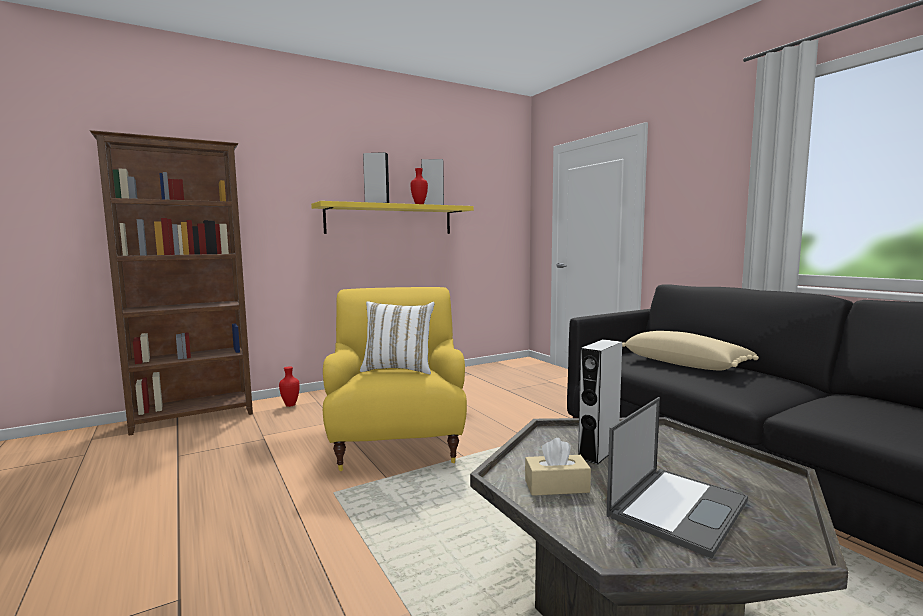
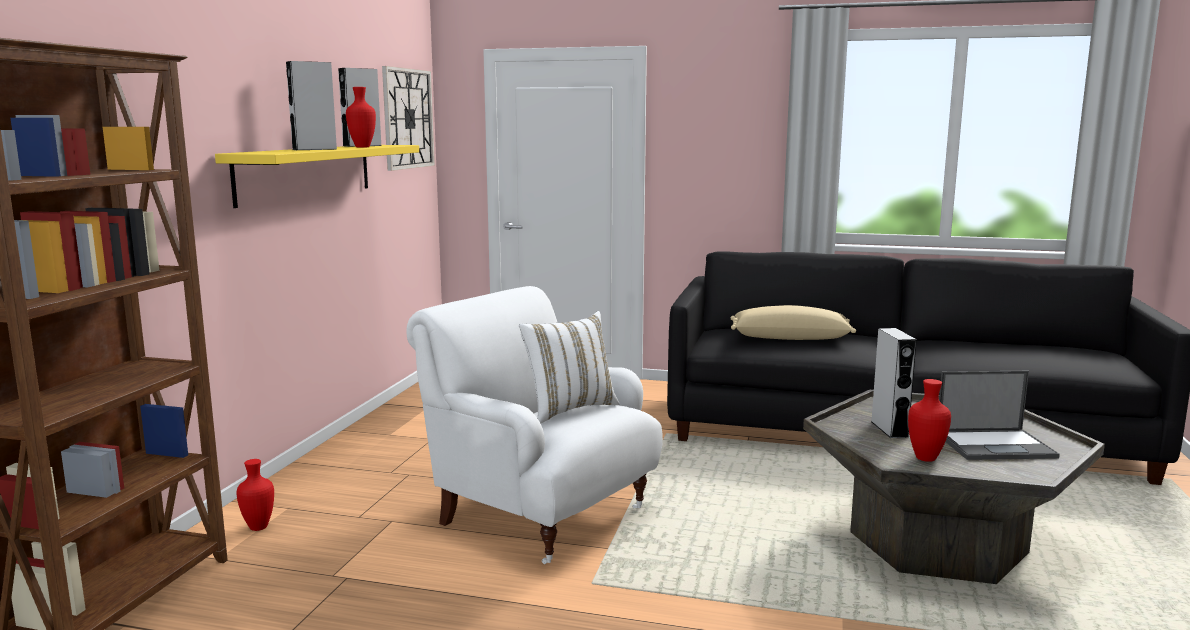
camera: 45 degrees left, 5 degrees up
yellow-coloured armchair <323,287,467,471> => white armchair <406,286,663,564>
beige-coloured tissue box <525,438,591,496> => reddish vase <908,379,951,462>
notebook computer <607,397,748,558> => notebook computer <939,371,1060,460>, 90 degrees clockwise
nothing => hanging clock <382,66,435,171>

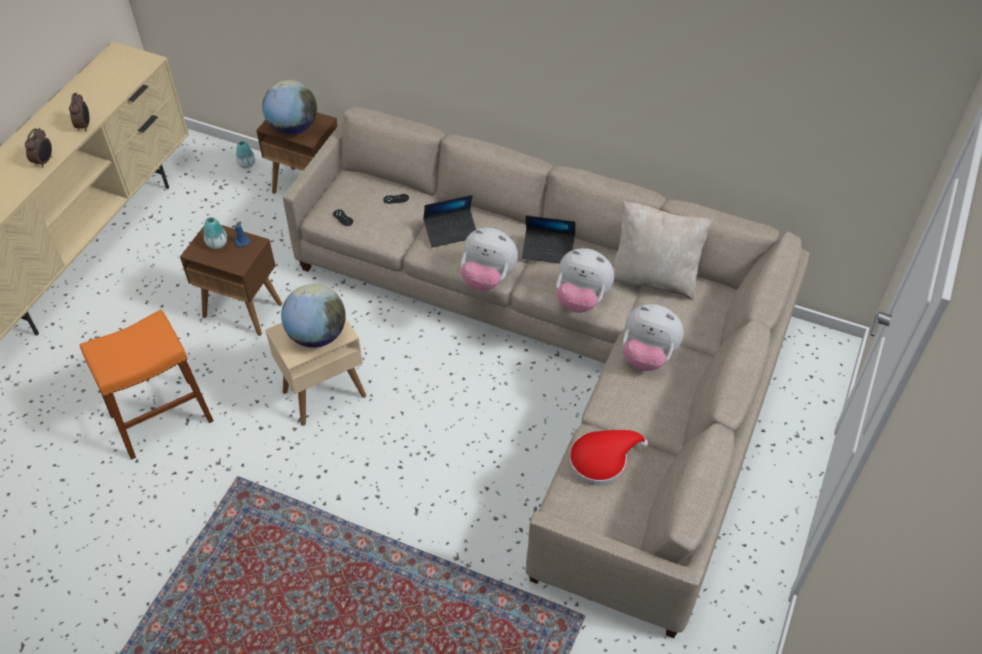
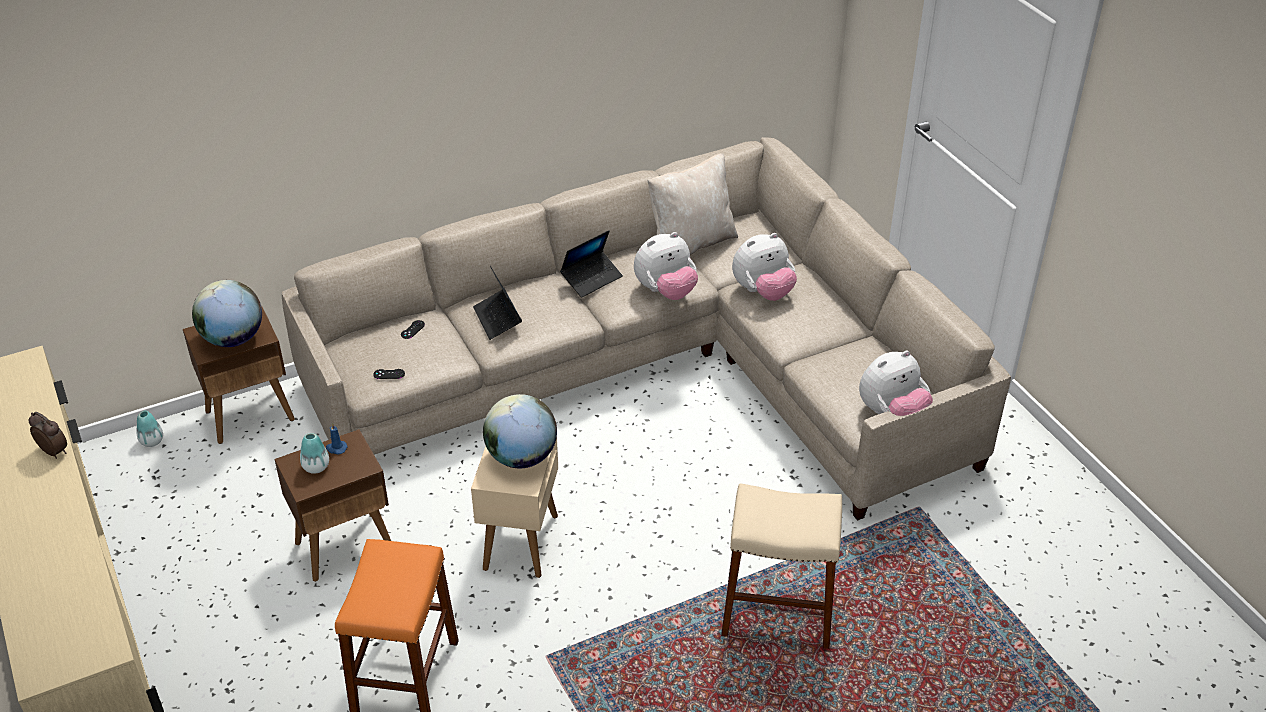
camera: 50 degrees left, 10 degrees down
alarm clock <25,128,52,168> => nothing
notebook computer <423,195,476,248> => notebook computer <473,266,522,340>, 135 degrees clockwise
plush toy <461,228,518,291> => plush toy <859,350,933,416>, relocated
reddish hat <569,430,648,486> => nothing
nothing => beige-coloured sitting stool <721,483,842,649>

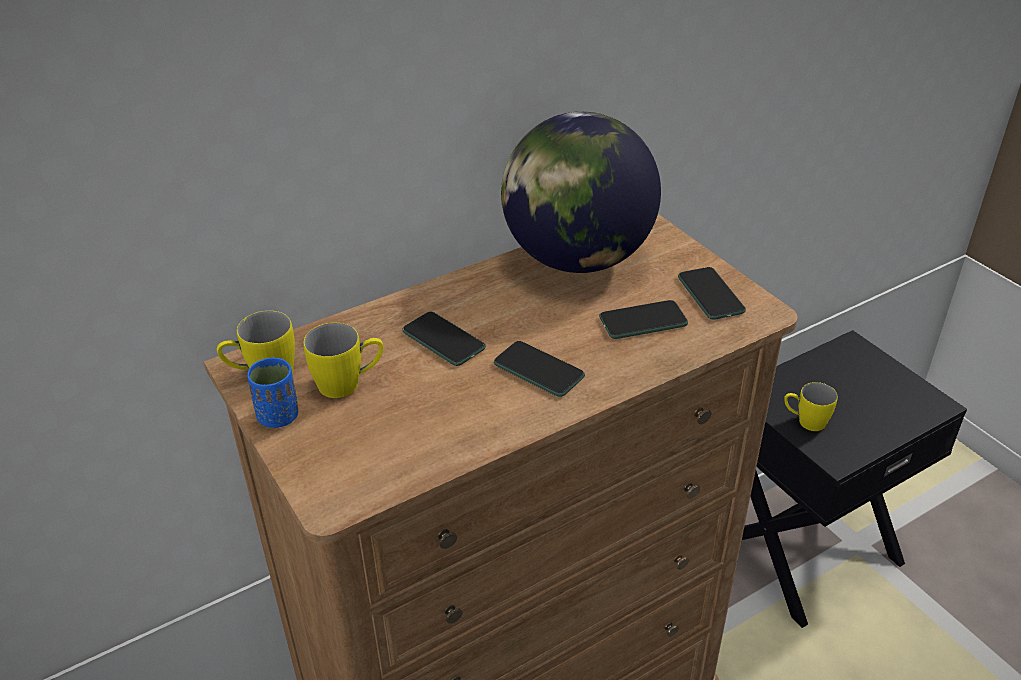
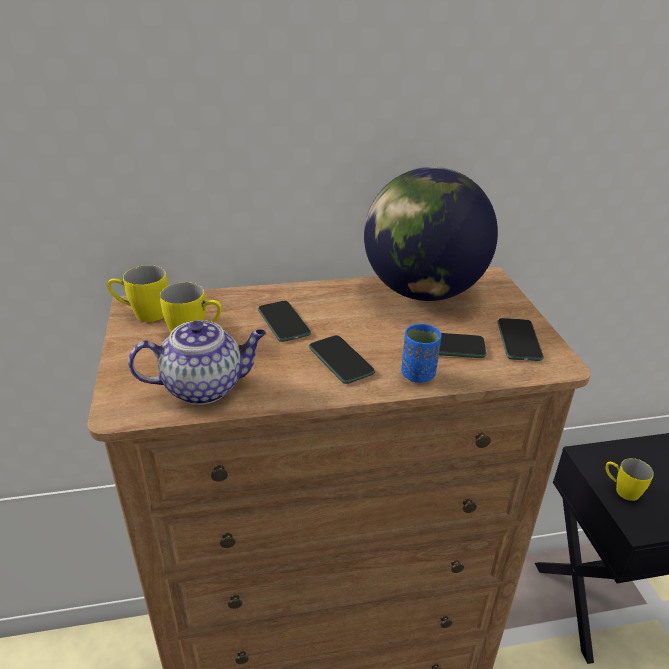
camera: 20 degrees right, 5 degrees down
blue small cup <247,358,298,428> => blue small cup <401,324,442,383>, relocated
nothing => pot for tea <128,320,266,405>

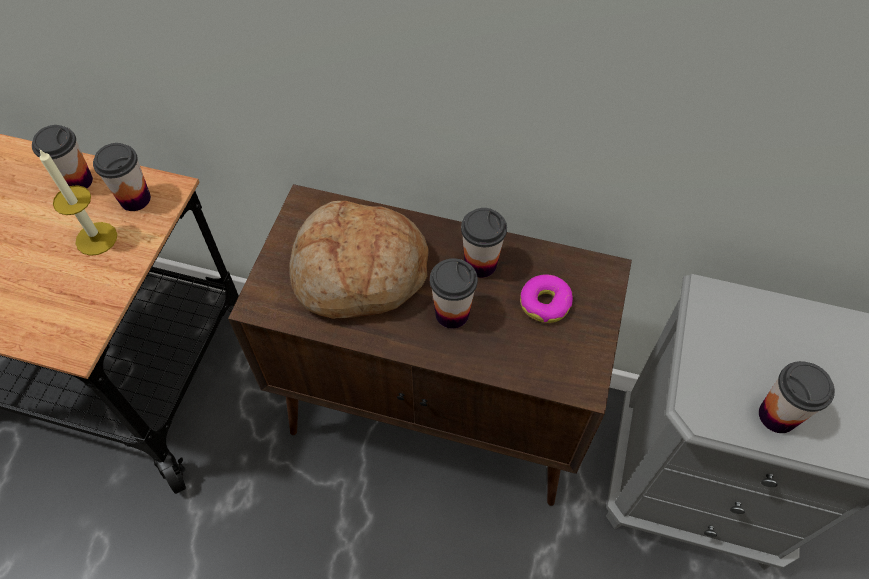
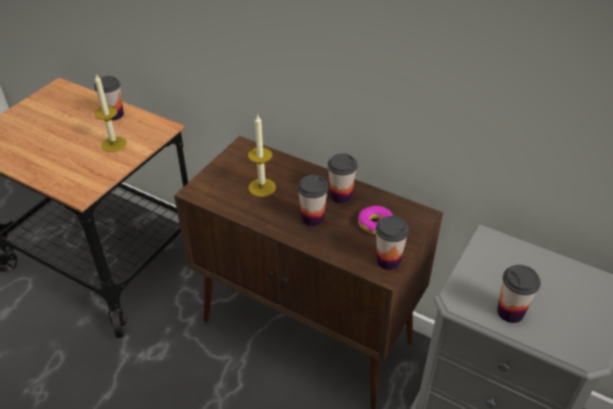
camera: 15 degrees right, 15 degrees down
small cup <93,143,151,211> => small cup <376,216,409,270>, relocated
bread <290,201,428,319> => wax candle <248,115,276,197>

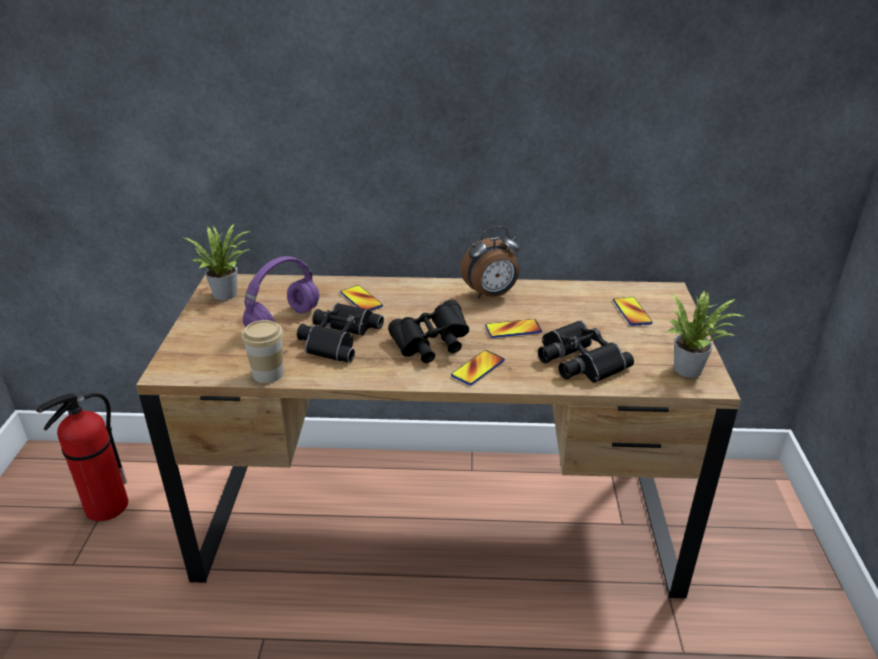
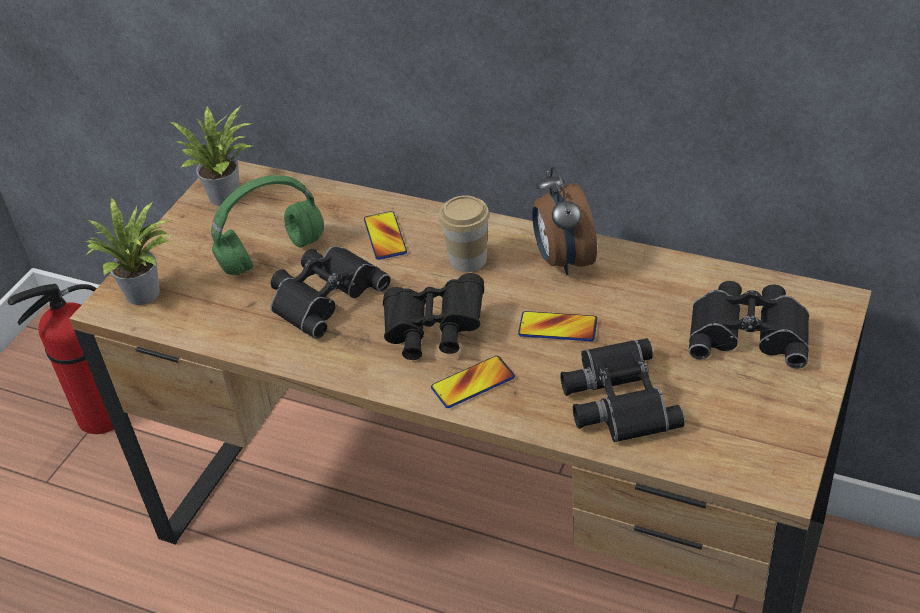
camera: 25 degrees right, 10 degrees up
small cup <241,320,284,383> => small cup <439,195,490,272>, relocated
purple-coloured headphones <243,256,319,327> => green headphones <211,175,324,275>
alarm clock <460,226,519,299> => alarm clock <532,166,597,275>, 75 degrees clockwise
telephone <613,297,653,326> => black pair of binoculars <689,281,809,369>
potted plant <667,290,746,378> => potted plant <85,198,173,305>, relocated

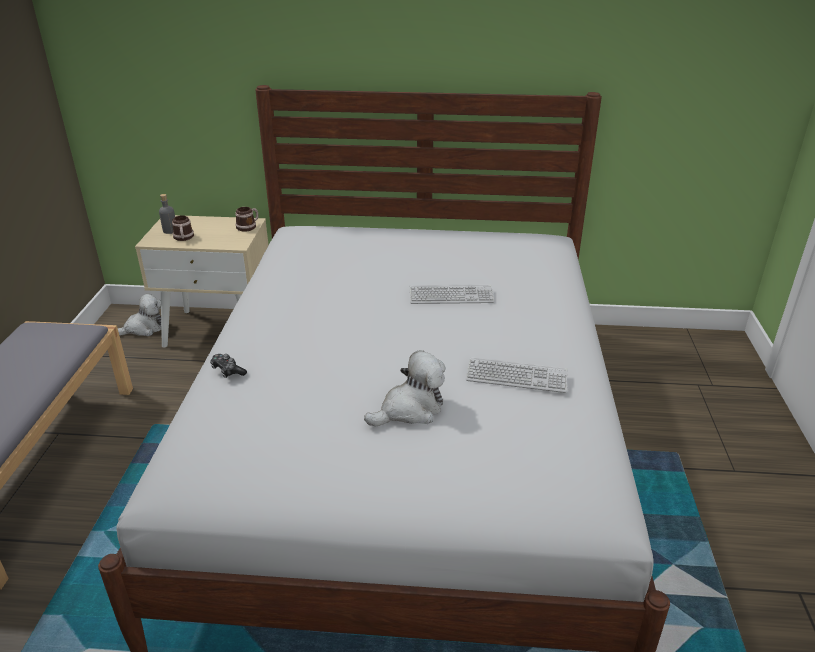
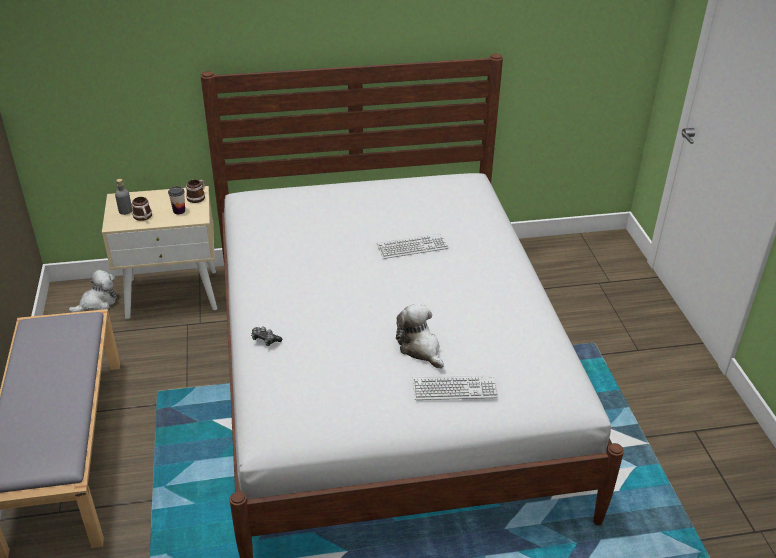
camera: 15 degrees left, 5 degrees up
plush toy <364,350,446,426> => plush toy <396,304,444,368>, 75 degrees counterclockwise
keyboard <466,357,567,393> => keyboard <413,374,498,400>, relocated
nothing => small cup <168,186,185,214>

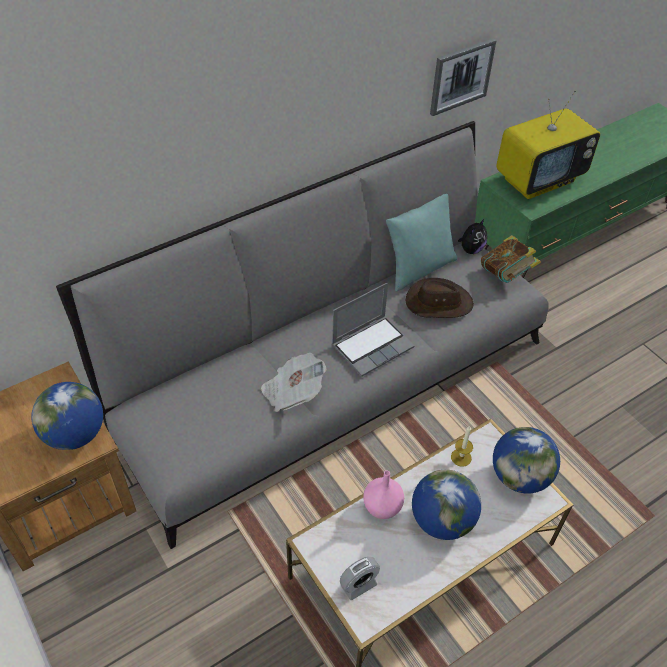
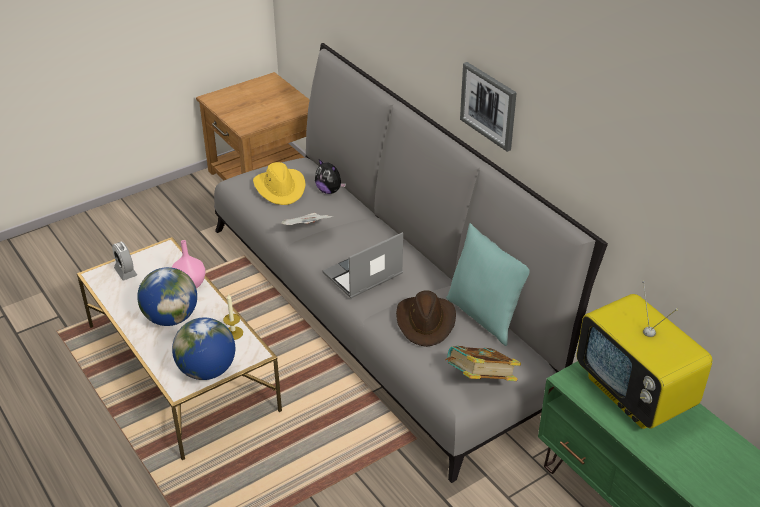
camera: 90 degrees right, 10 degrees down
globe <31,382,103,450> => nothing
notebook computer <332,282,414,377> => notebook computer <322,232,403,298>, 90 degrees clockwise
wall art <430,38,497,116> => wall art <460,62,517,152>, relocated
plush toy <458,218,487,254> => plush toy <315,159,346,194>, relocated
nothing => yellow-coloured hat <253,162,306,205>

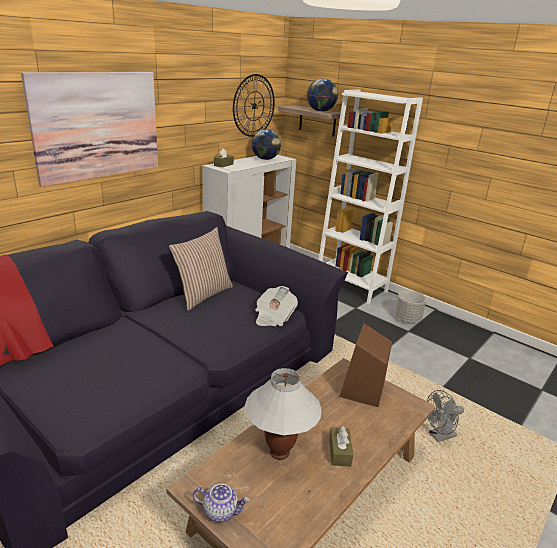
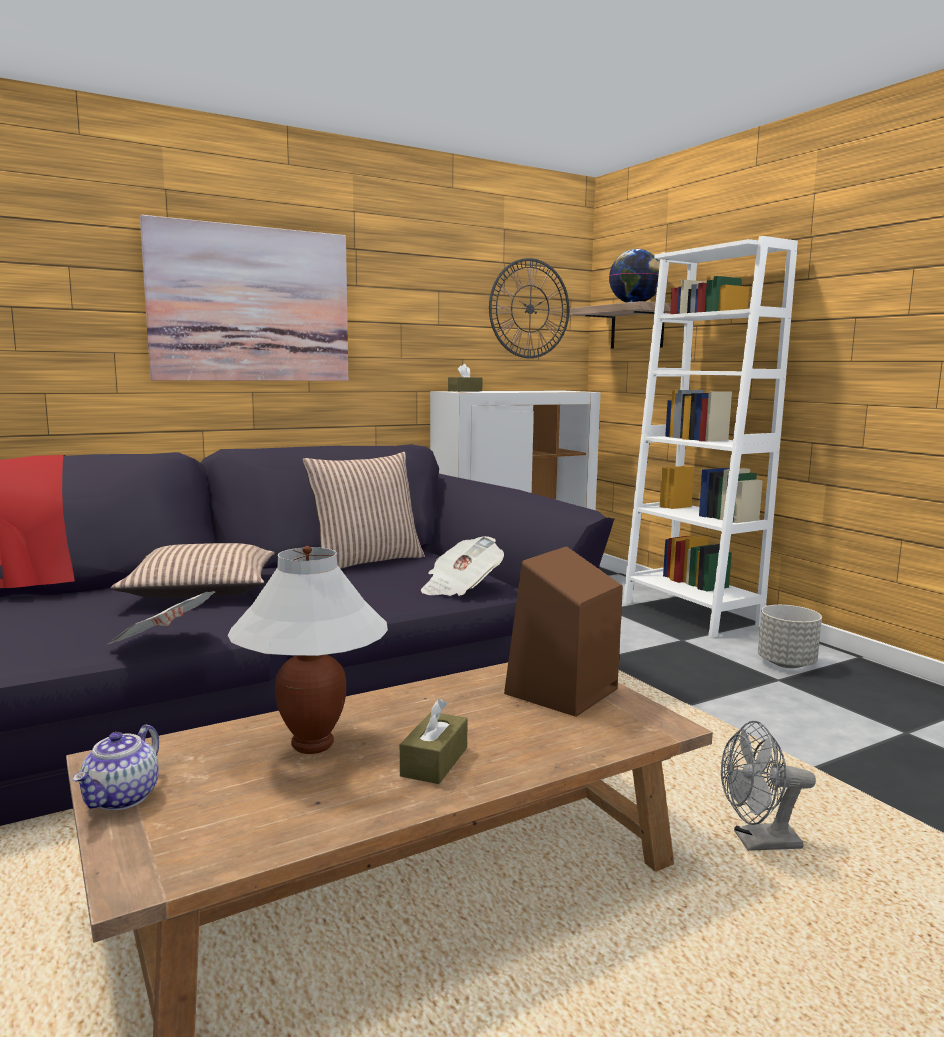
camera: 20 degrees right, 15 degrees down
pot for tea <193,484,250,523> => pot for tea <72,725,159,810>, 75 degrees clockwise
globe <252,129,281,160> => nothing
nothing => newspaper <108,591,215,644>
nothing => throw pillow <111,543,275,598>

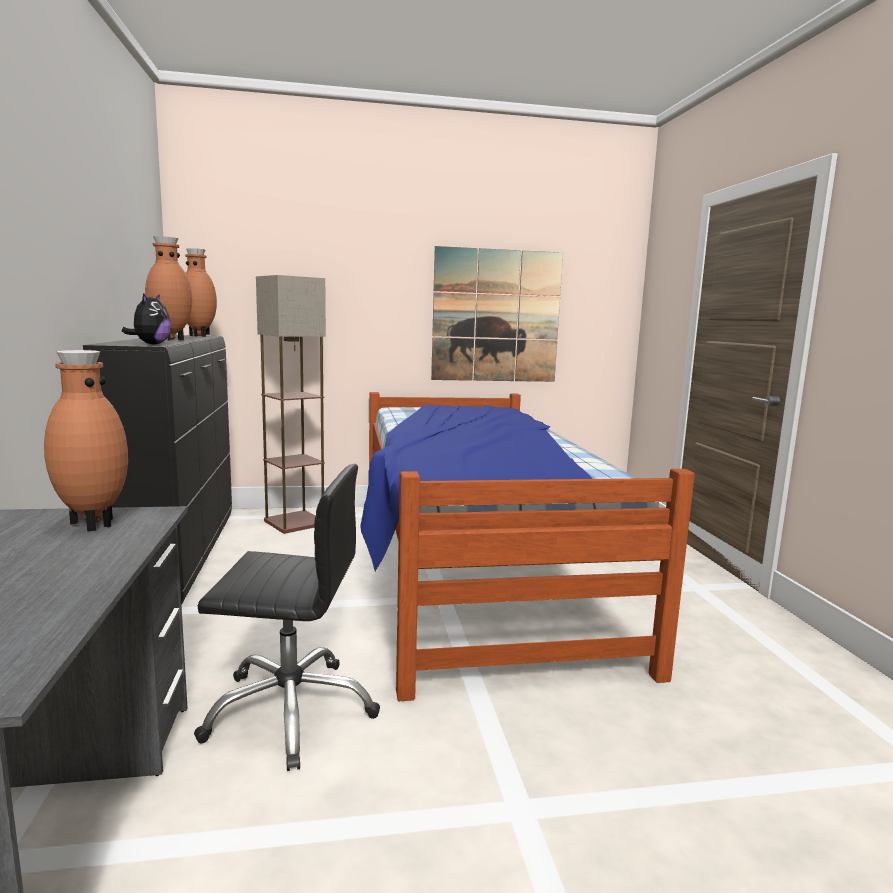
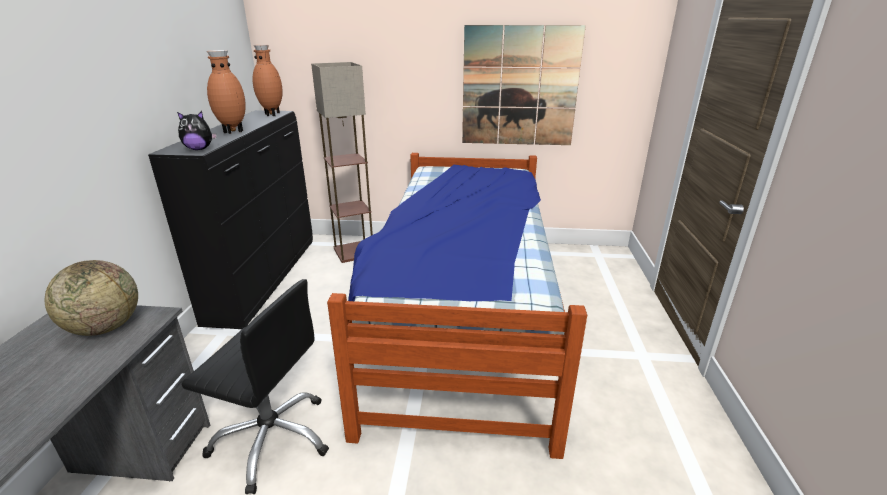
camera: 15 degrees right, 15 degrees up
brown vase <44,350,128,531> => globe <45,260,138,336>
plush toy <122,293,171,345> => plush toy <177,111,217,150>, 60 degrees clockwise

